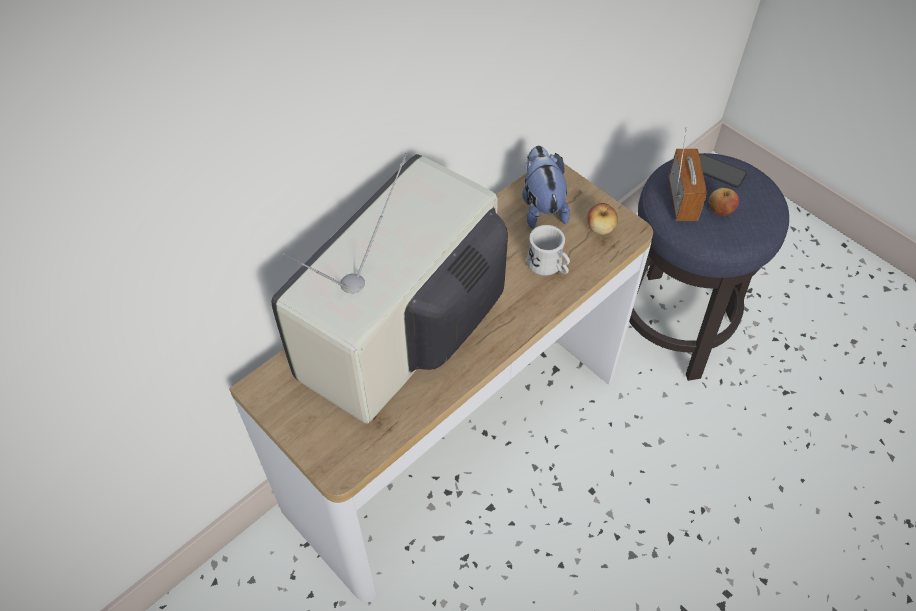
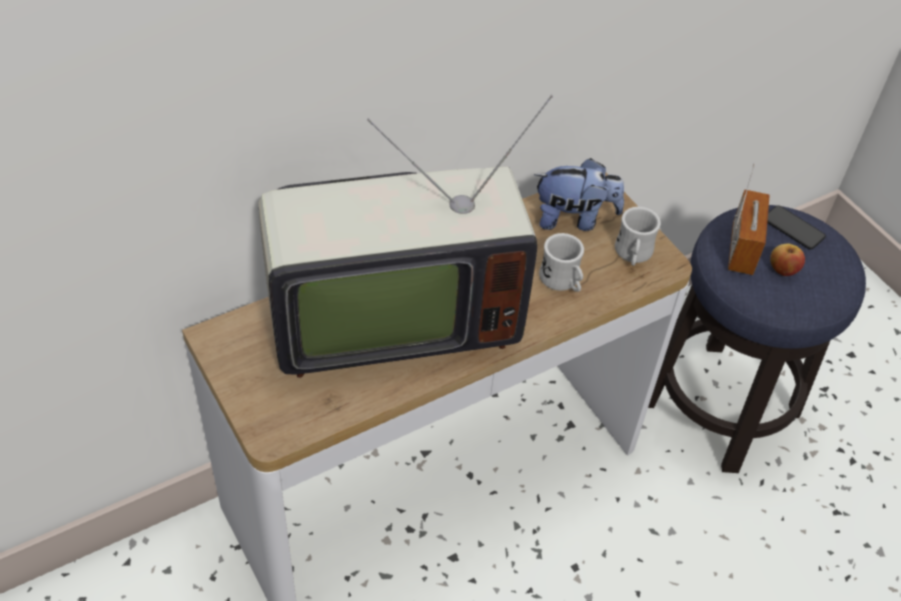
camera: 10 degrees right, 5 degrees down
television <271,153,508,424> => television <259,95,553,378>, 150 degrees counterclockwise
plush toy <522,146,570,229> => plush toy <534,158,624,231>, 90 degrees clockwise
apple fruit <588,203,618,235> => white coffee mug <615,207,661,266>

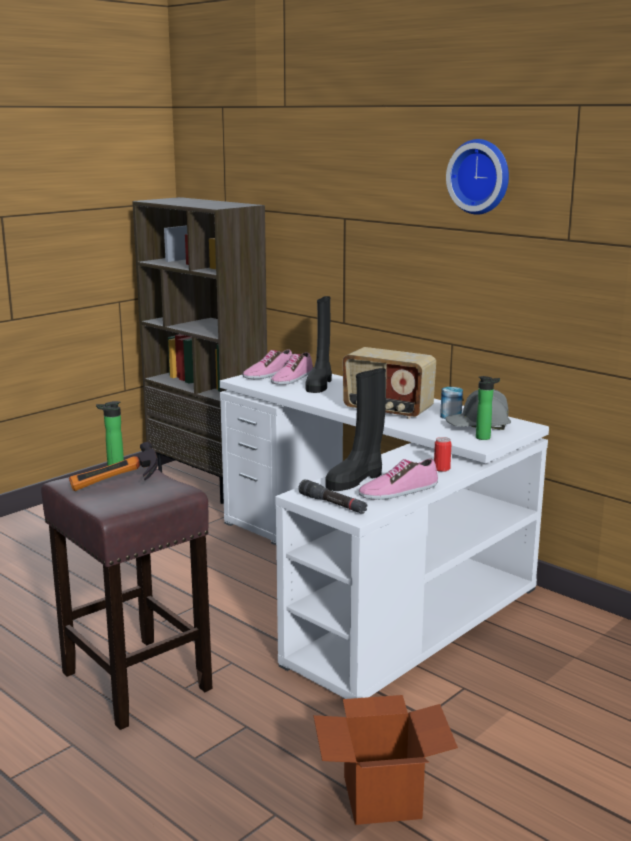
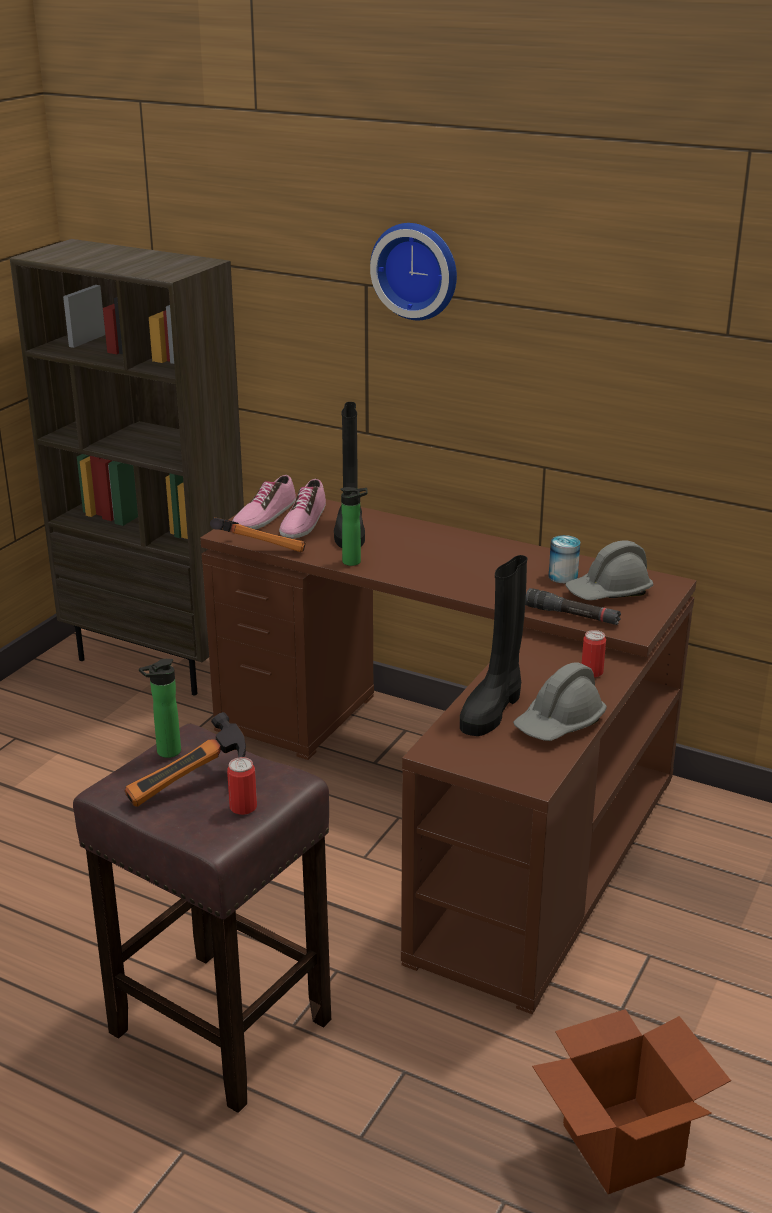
camera: 15 degrees left, 10 degrees up
white desk <220,374,549,699> => brown desk <200,493,696,1014>
black torch <298,479,368,514> => black torch <525,588,621,625>, relocated
radio <343,347,436,419> => nothing
shoe <359,459,438,500> => gray work helmet <513,662,607,741>
hanging clock <446,139,509,215> => hanging clock <370,223,457,320>, relocated
bottle <476,376,500,440> => bottle <340,487,368,566>, relocated
nothing => hammer <210,518,306,552>
nothing => sealed can <227,757,257,815>

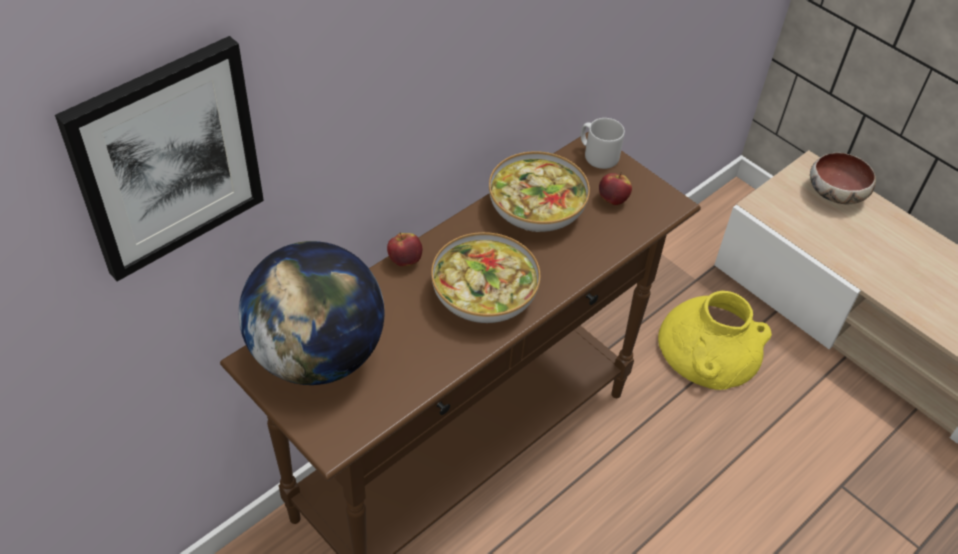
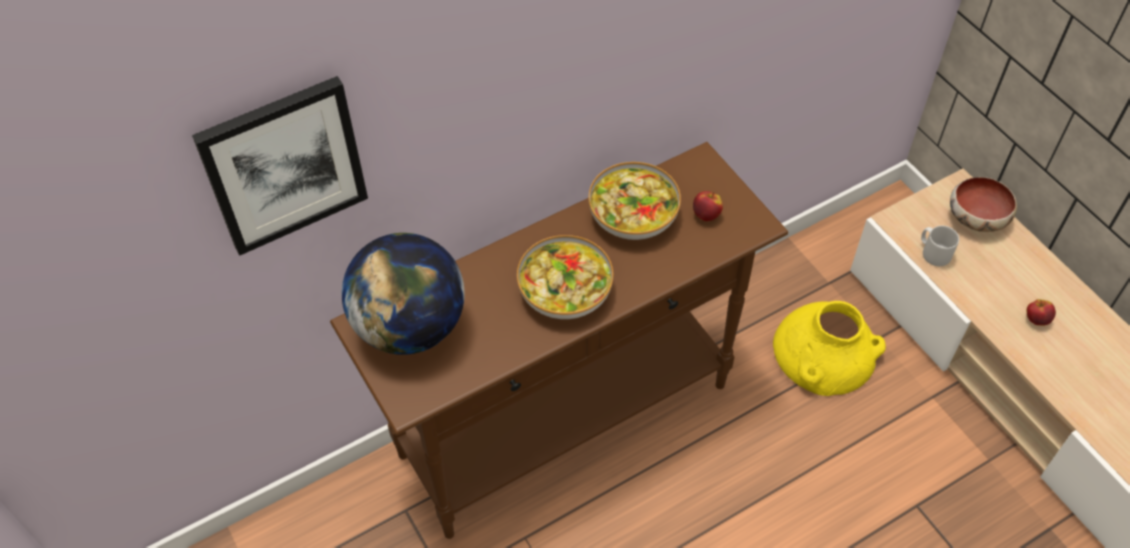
camera: 15 degrees right, 5 degrees up
apple fruit <387,232,422,266> => apple fruit <1027,299,1056,326>, relocated
gray coffee mug <581,118,625,169> => gray coffee mug <921,226,959,266>, relocated

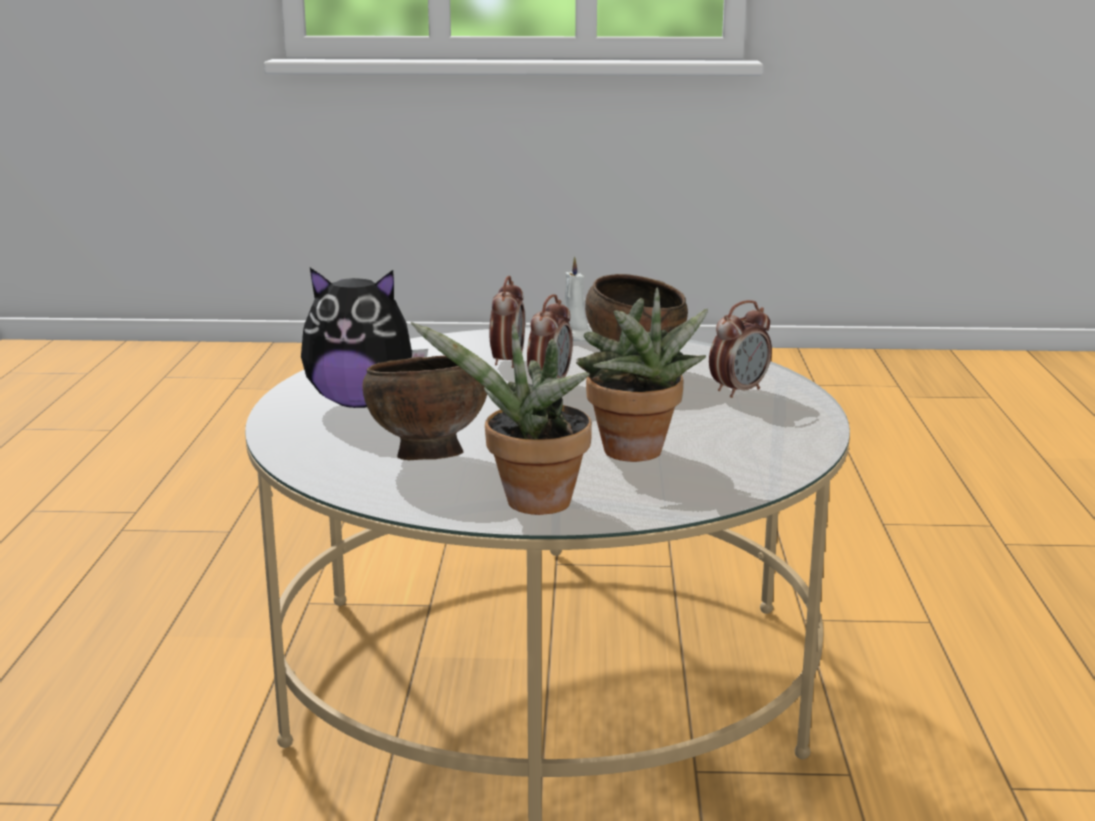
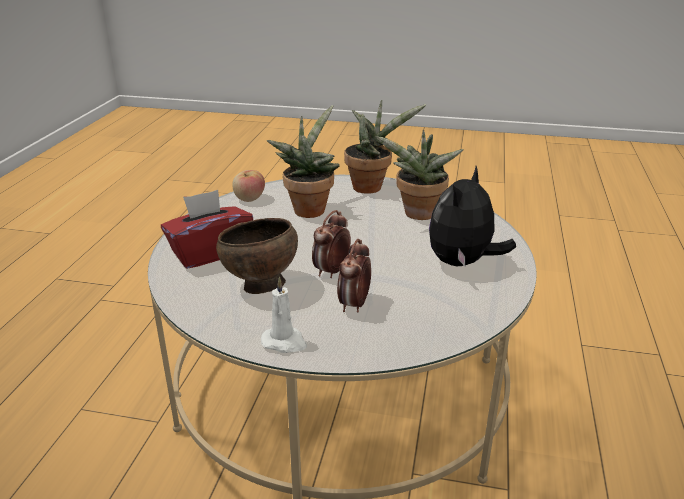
camera: 170 degrees left, 10 degrees up
plush toy <301,268,428,408> => plush toy <429,166,516,266>, 75 degrees counterclockwise
brown bowl <362,355,487,460> => potted plant <375,130,464,220>
alarm clock <709,300,772,398> => reddish tissue box <161,190,253,269>
nothing => apple fruit <232,170,265,202>

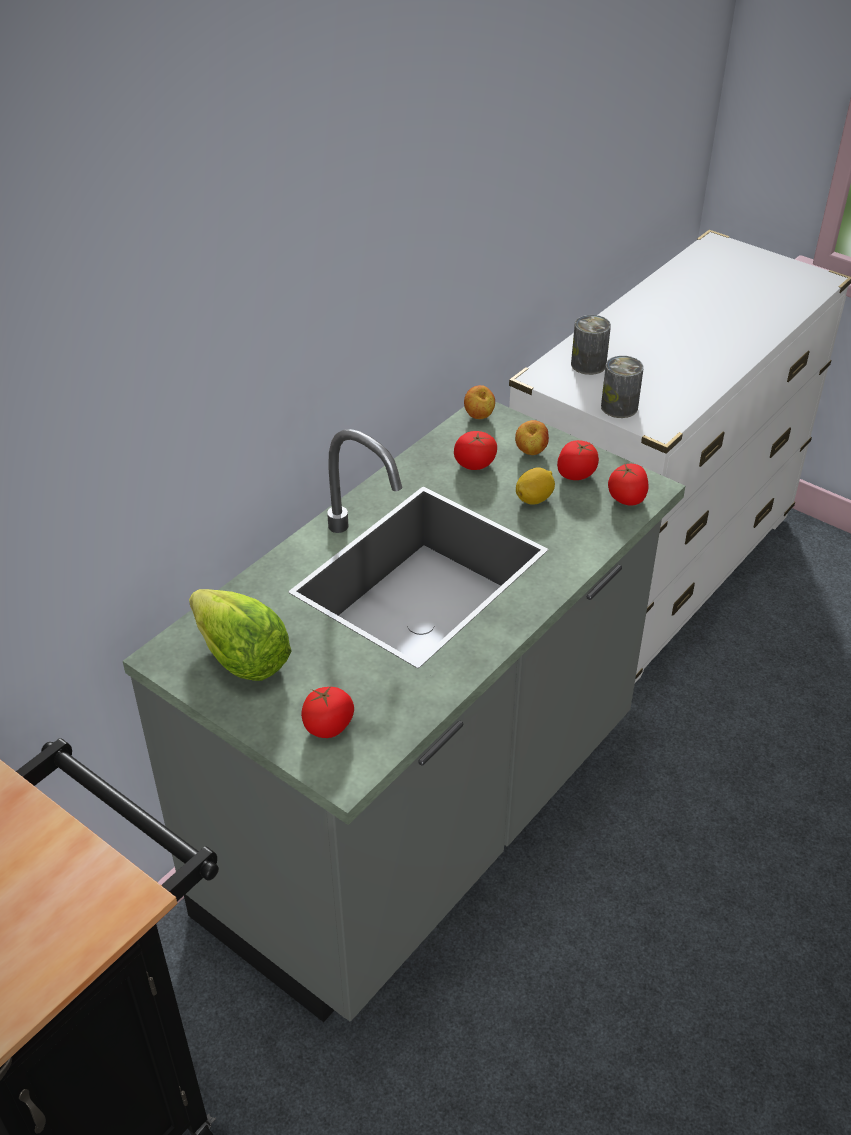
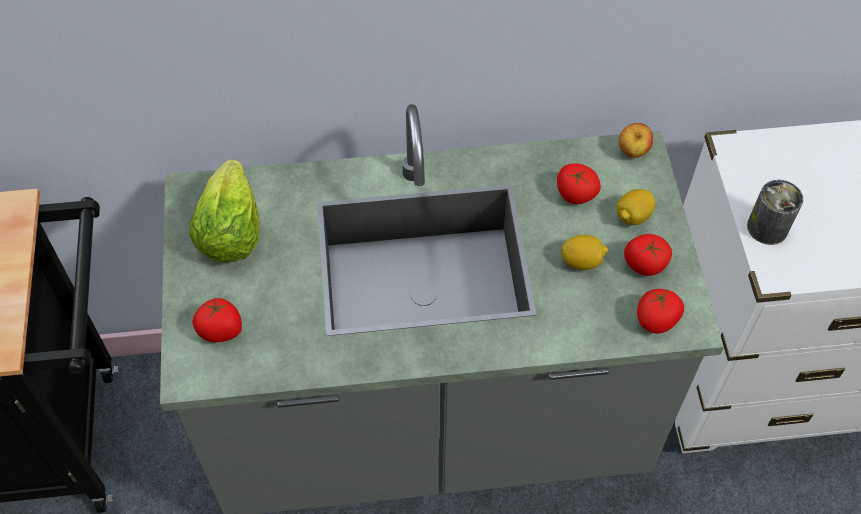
camera: 45 degrees right, 15 degrees up
apple fruit <515,420,549,455> => whole lemon <616,189,655,225>
sealed can <571,315,611,375> => nothing

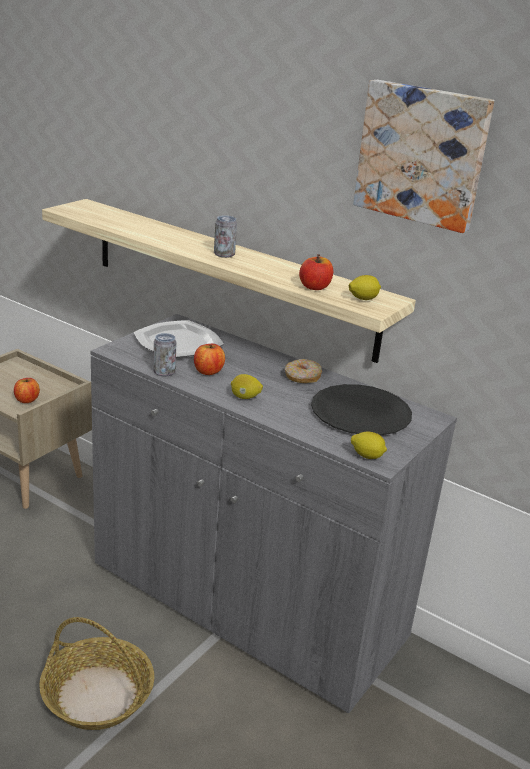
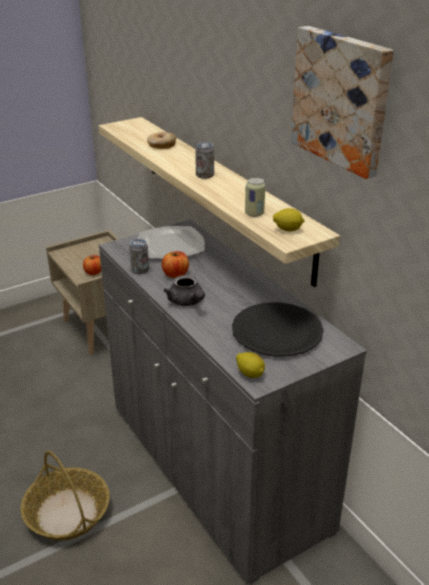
camera: 25 degrees right, 5 degrees up
whole lemon <231,374,263,399> => gray pot for tea <164,275,205,306>
doughnut <285,359,322,383> => doughnut <147,132,176,149>, relocated
apple fruit <299,254,333,290> => sealed can <245,178,265,217>

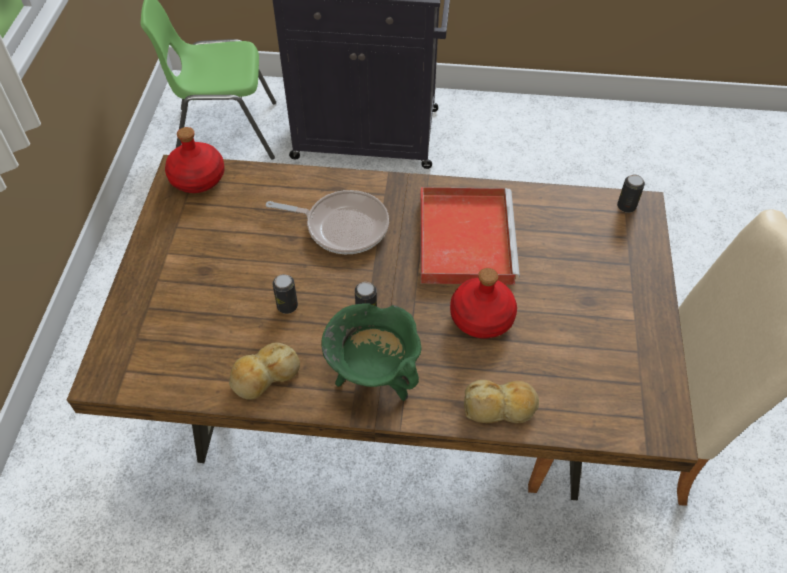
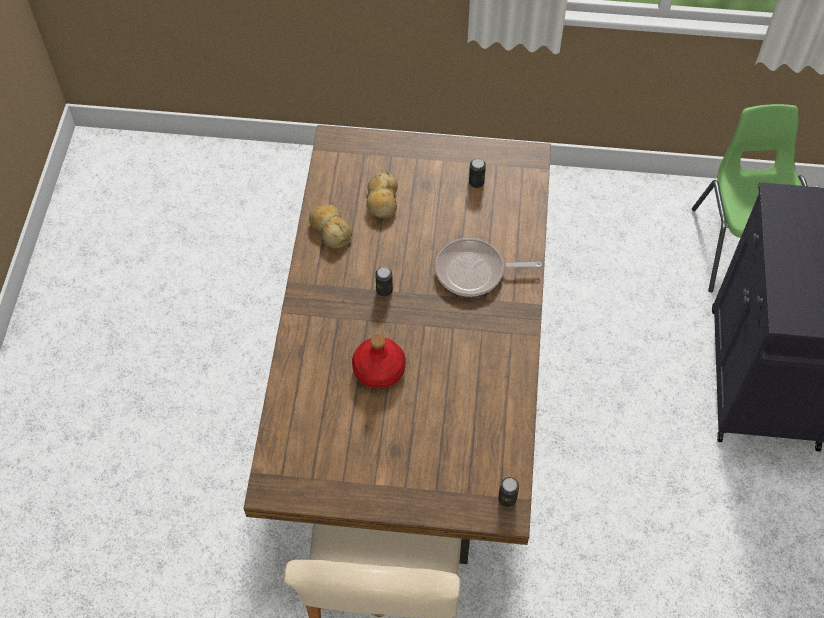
camera: 90 degrees right, 5 degrees up
reddish bottle <165,127,224,193> => nothing
skillet <266,190,389,254> => skillet <435,238,542,297>, 75 degrees clockwise
sealed can <272,274,298,314> => sealed can <469,158,486,188>, relocated
green cooking pot <322,303,421,401> => nothing
reddish tray <420,187,520,285> => nothing
bread <464,380,539,423> => bread <366,172,398,218>, relocated

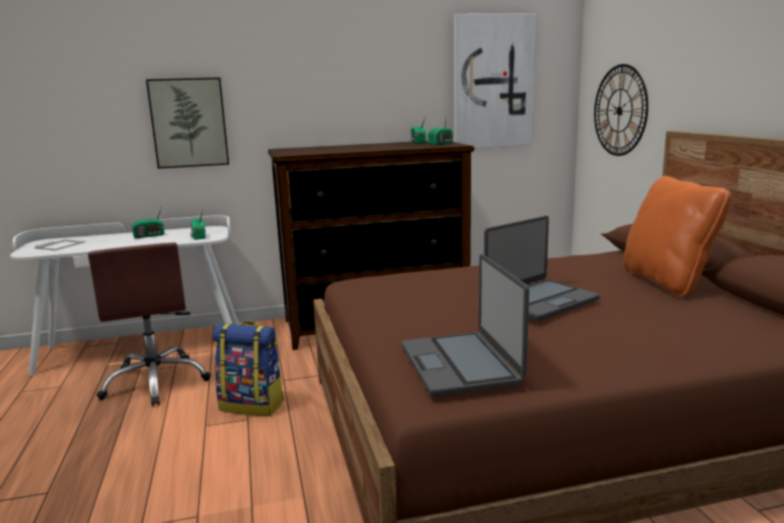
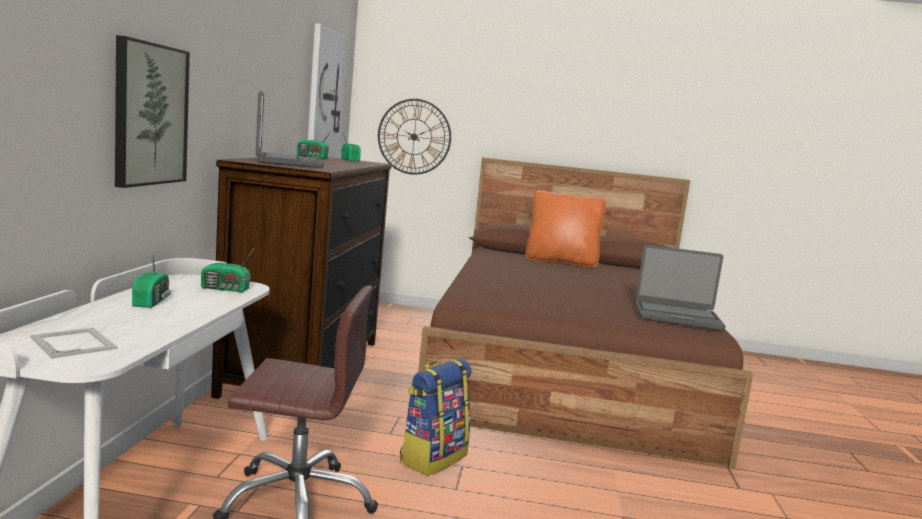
camera: 70 degrees left, 5 degrees down
notebook computer <484,216,600,321> => notebook computer <256,91,324,168>, relocated

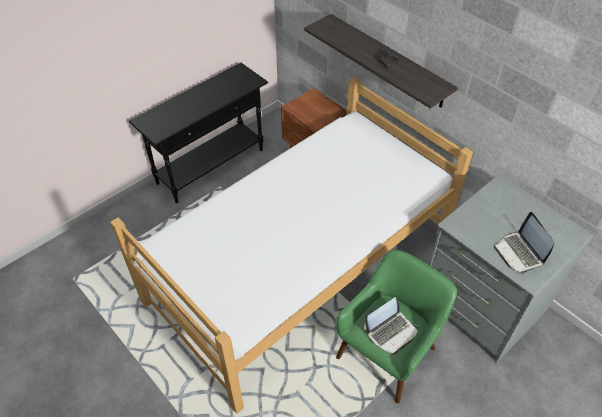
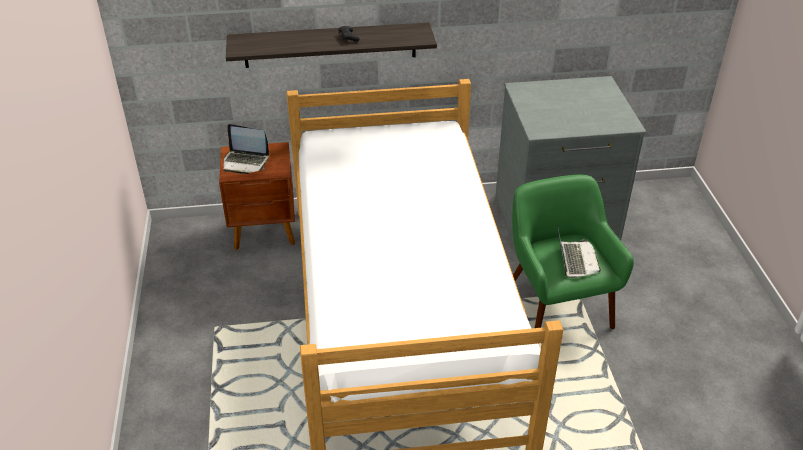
camera: 55 degrees left, 10 degrees down
black hall table <129,63,268,203> => nothing
notebook computer <494,212,554,274> => notebook computer <223,124,269,174>, relocated

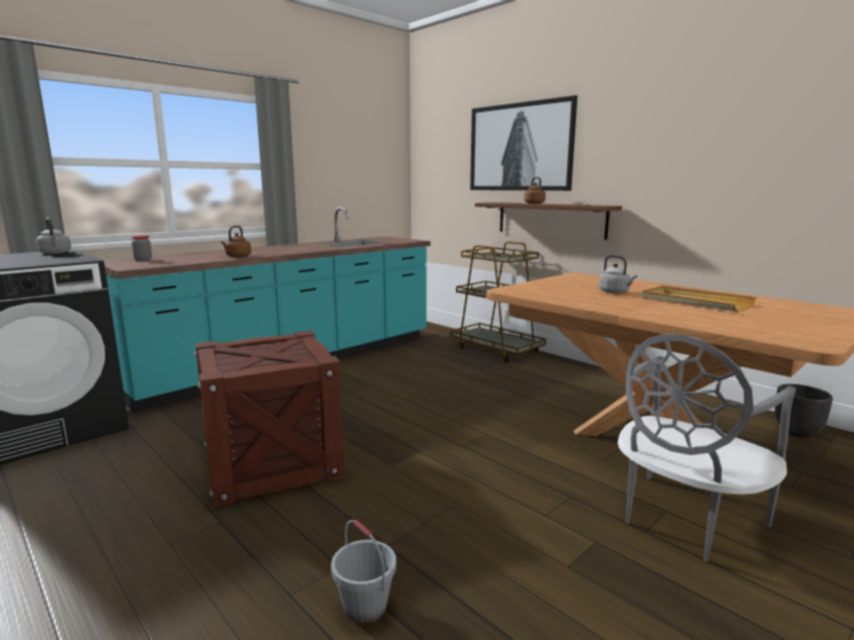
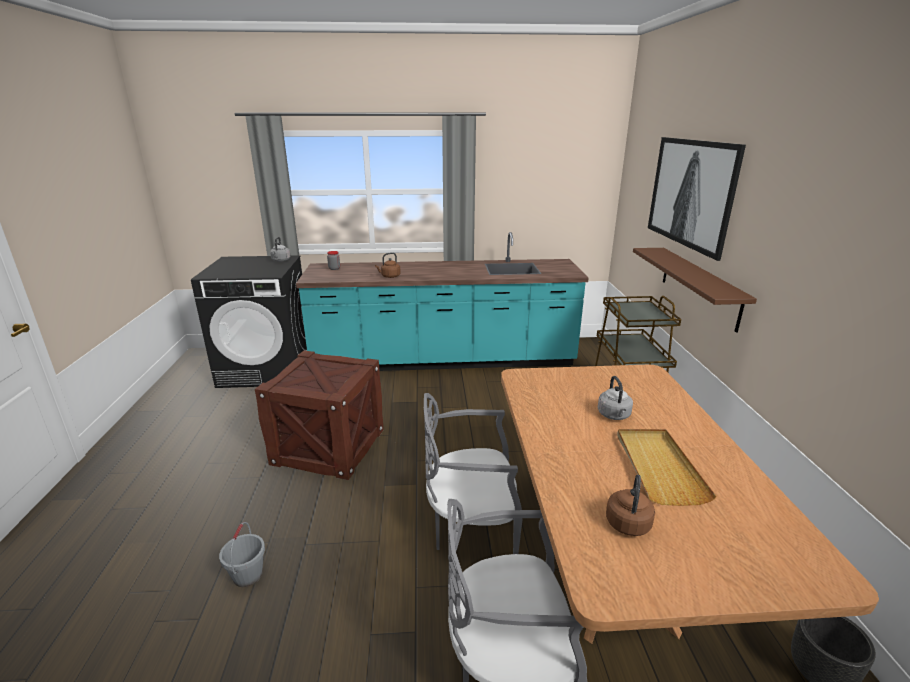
camera: 40 degrees right, 10 degrees up
brown water kettle <524,177,546,204> => brown water kettle <606,475,655,536>, relocated
nothing => gray plain chair <424,393,523,554>

